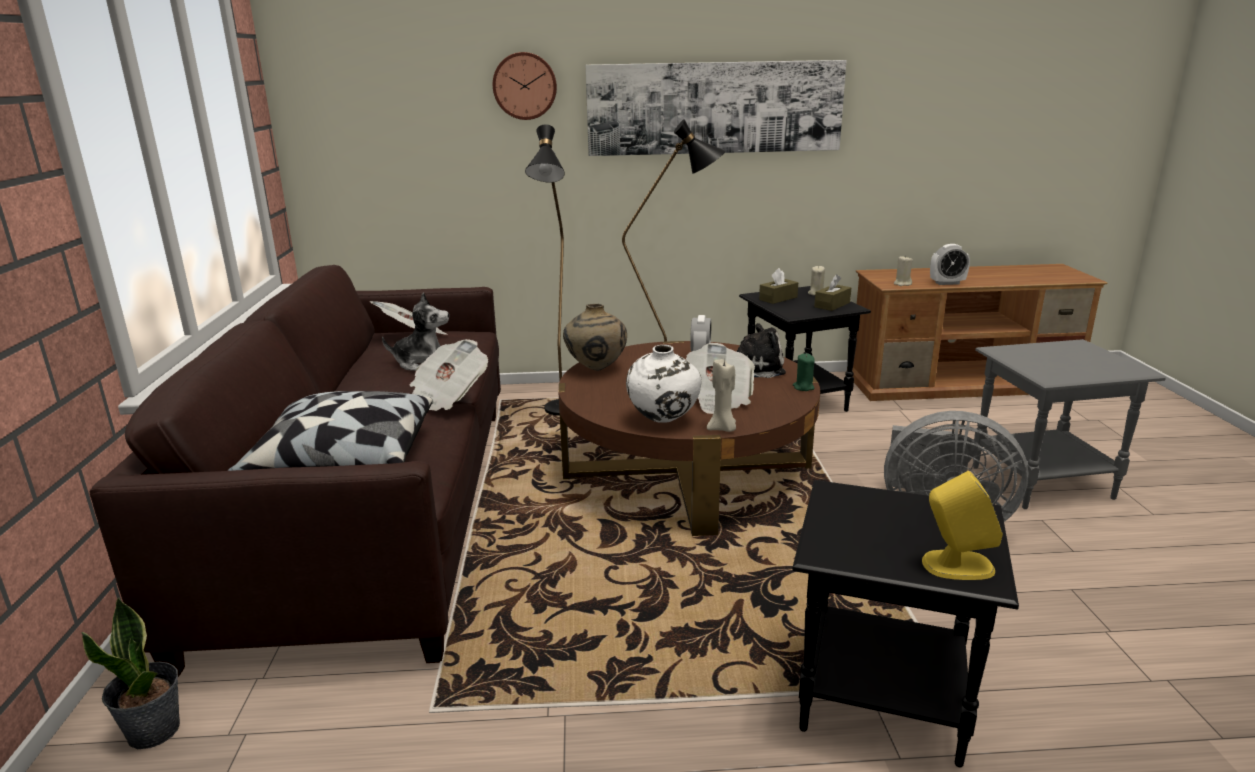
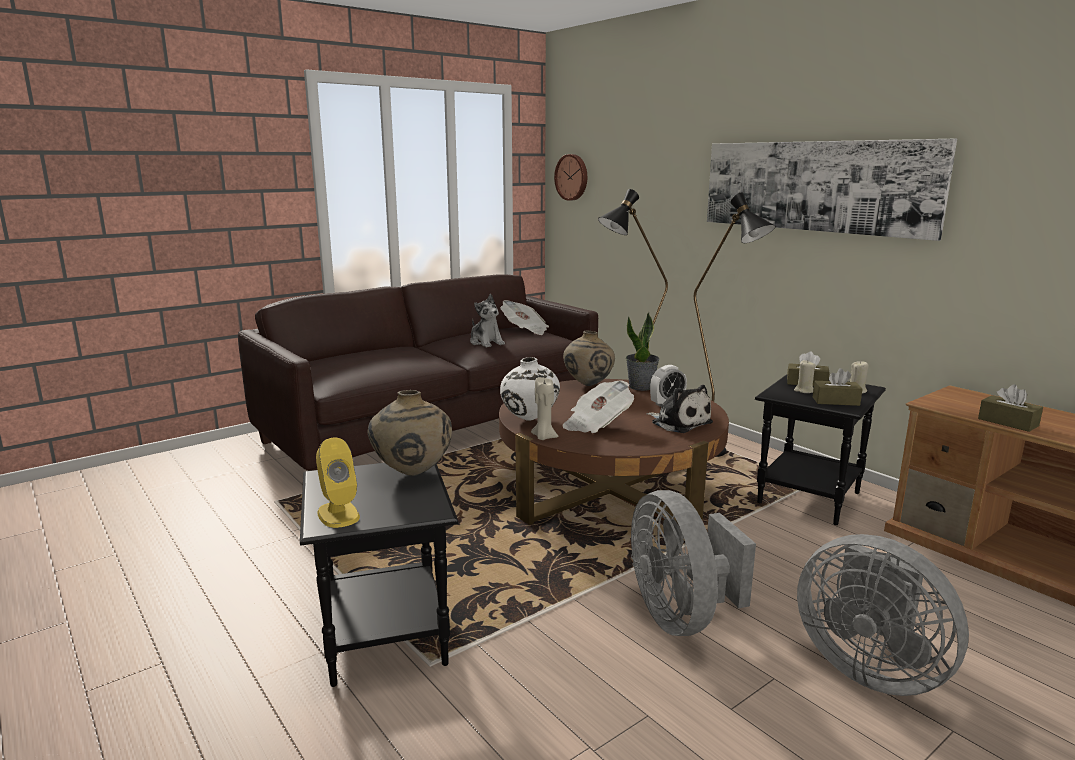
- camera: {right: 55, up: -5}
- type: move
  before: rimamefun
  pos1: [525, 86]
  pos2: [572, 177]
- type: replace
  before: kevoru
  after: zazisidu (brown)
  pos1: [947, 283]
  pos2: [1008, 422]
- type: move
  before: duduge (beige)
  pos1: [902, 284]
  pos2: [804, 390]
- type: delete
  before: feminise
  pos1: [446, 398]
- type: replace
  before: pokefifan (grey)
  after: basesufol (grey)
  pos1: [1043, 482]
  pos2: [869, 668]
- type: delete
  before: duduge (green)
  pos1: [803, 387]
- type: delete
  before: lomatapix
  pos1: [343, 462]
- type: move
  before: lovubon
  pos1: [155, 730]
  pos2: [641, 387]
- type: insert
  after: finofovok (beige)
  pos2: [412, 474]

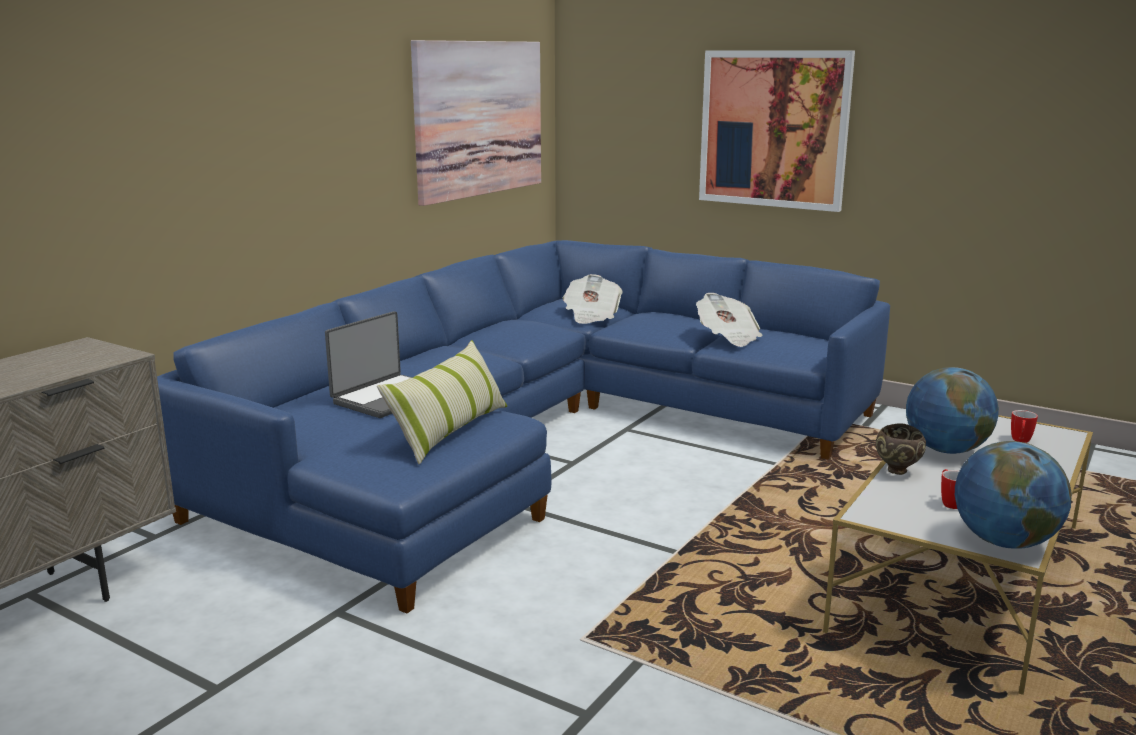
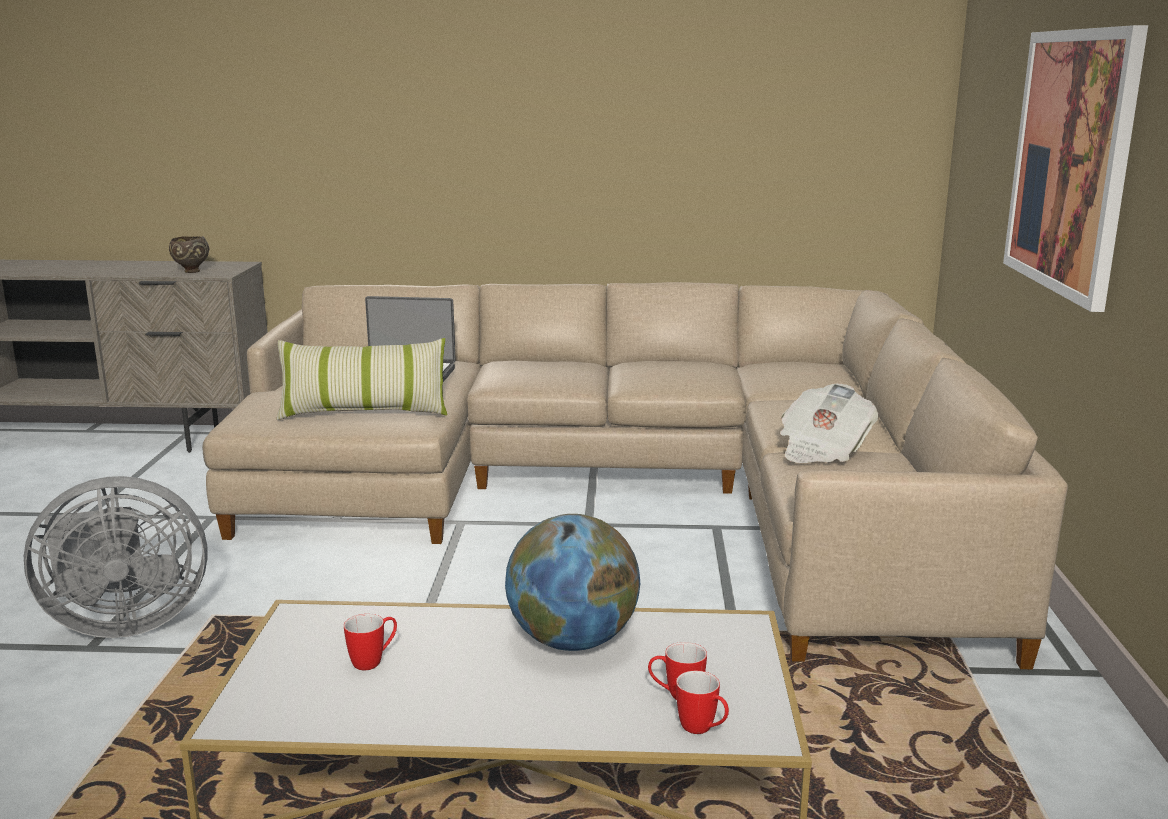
- camera: {right: 60, up: 0}
- type: delete
  before: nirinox
  pos1: [479, 118]
- type: recolor
  before: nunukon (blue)
  after: nunukon (beige)
  pos1: [536, 439]
  pos2: [625, 495]
- type: delete
  before: feminise
  pos1: [591, 316]
- type: move
  before: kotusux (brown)
  pos1: [897, 471]
  pos2: [191, 271]
- type: delete
  before: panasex
  pos1: [1004, 542]
- type: insert
  after: basesufol (grey)
  pos2: [123, 623]
- type: insert
  after: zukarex
  pos2: [703, 730]

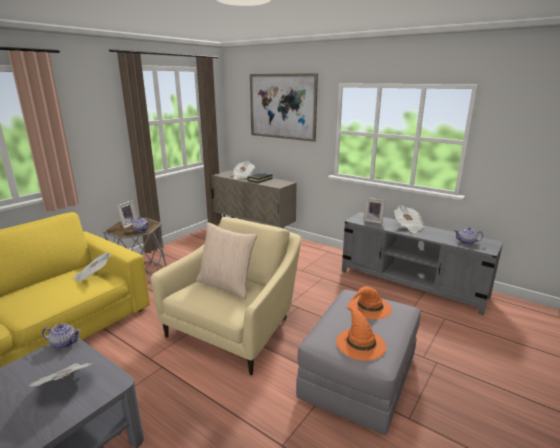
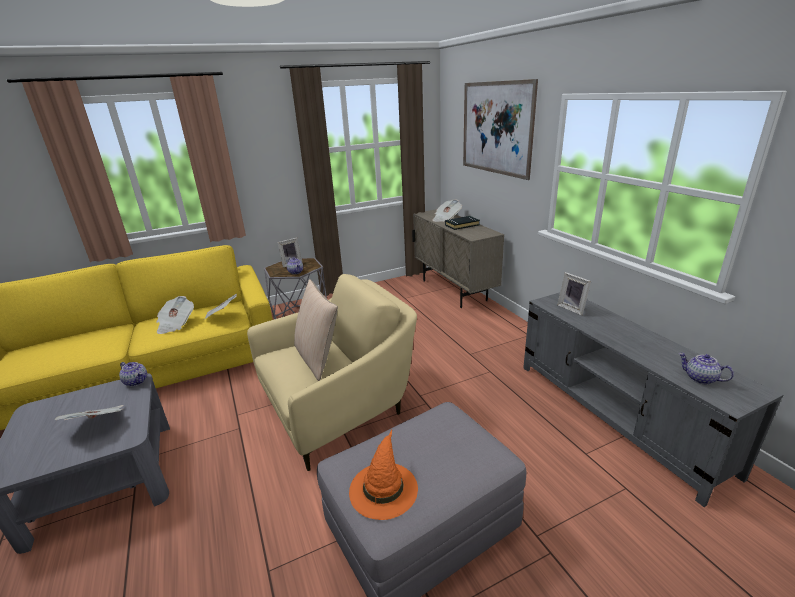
- camera: {right: 30, up: 5}
- type: move
  before: feminise
  pos1: [408, 227]
  pos2: [176, 324]
- type: delete
  before: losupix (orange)
  pos1: [369, 307]

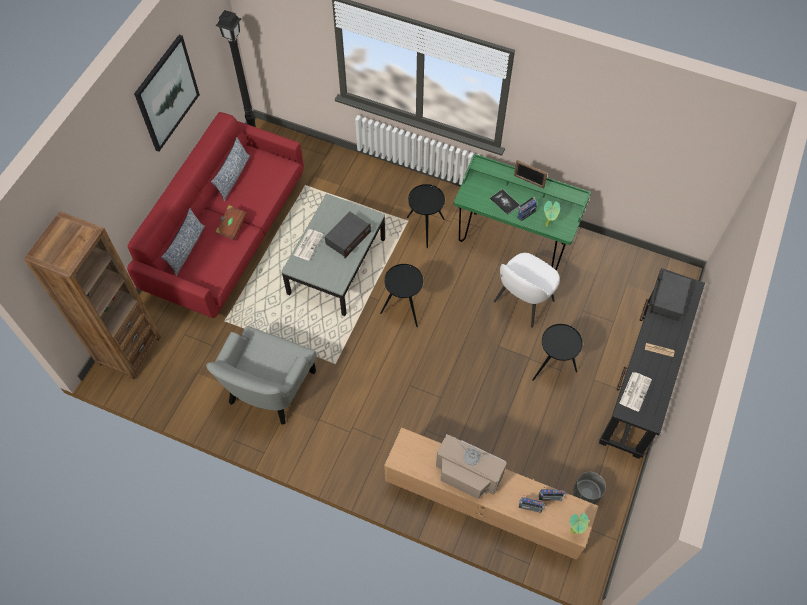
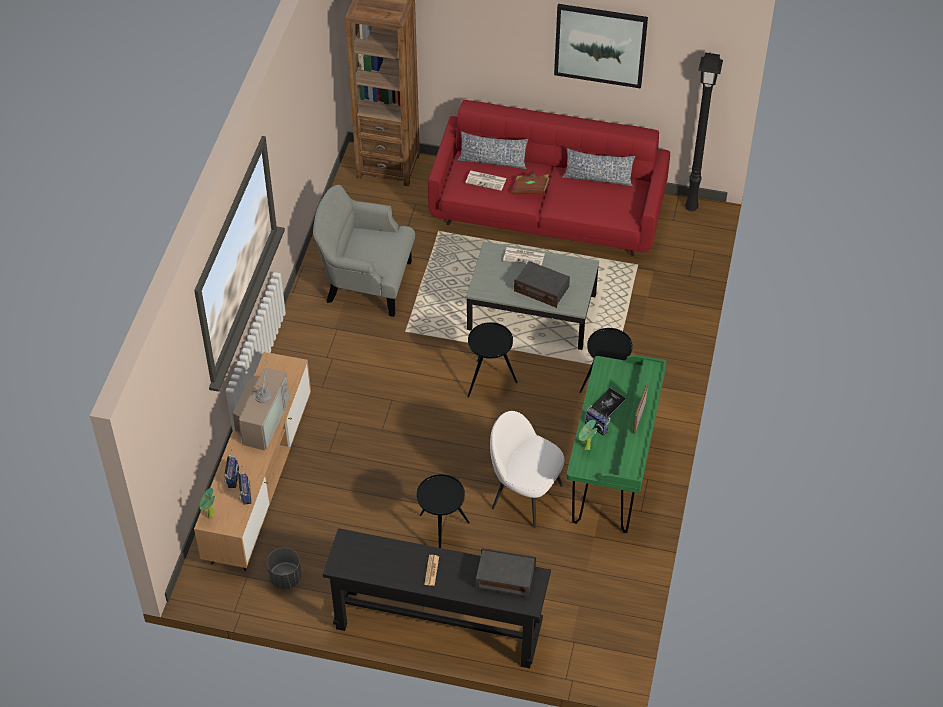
- camera: {right: 80, up: -10}
- type: move
  before: feminise
  pos1: [635, 391]
  pos2: [486, 180]

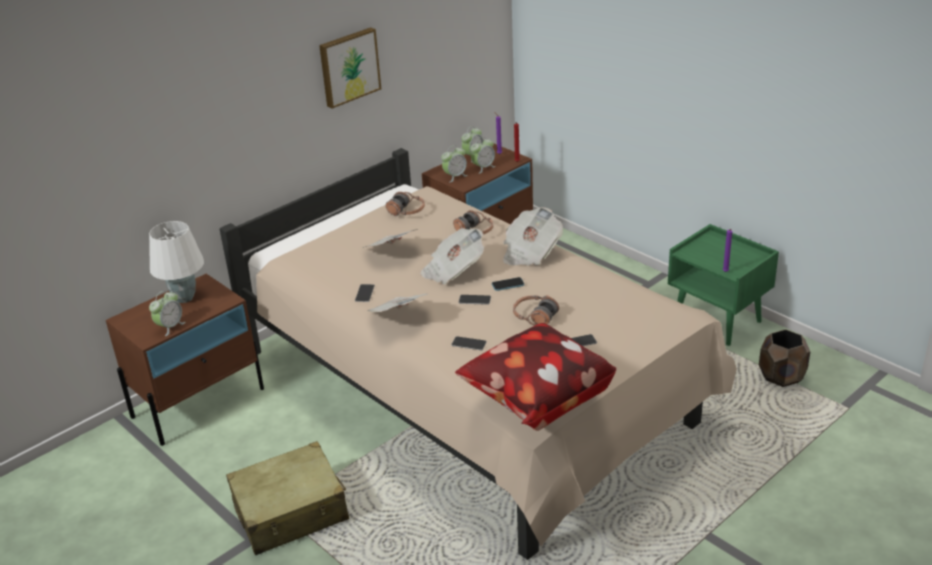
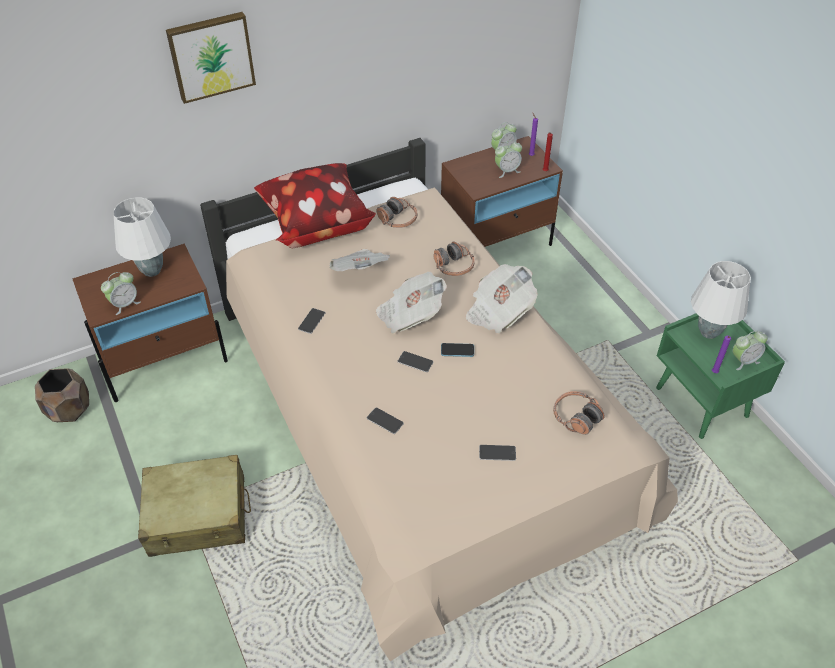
- camera: {right: 15, up: 15}
- type: move
  before: nirinox
  pos1: [348, 66]
  pos2: [211, 56]
- type: move
  before: kevoru
  pos1: [455, 176]
  pos2: [744, 361]
- type: delete
  before: feminise
  pos1: [398, 317]
- type: move
  before: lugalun
  pos1: [535, 316]
  pos2: [576, 417]
- type: move
  before: lomatapix
  pos1: [535, 400]
  pos2: [315, 224]
- type: move
  before: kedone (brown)
  pos1: [782, 376]
  pos2: [69, 410]
- type: insert
  after: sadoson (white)
  pos2: [709, 332]

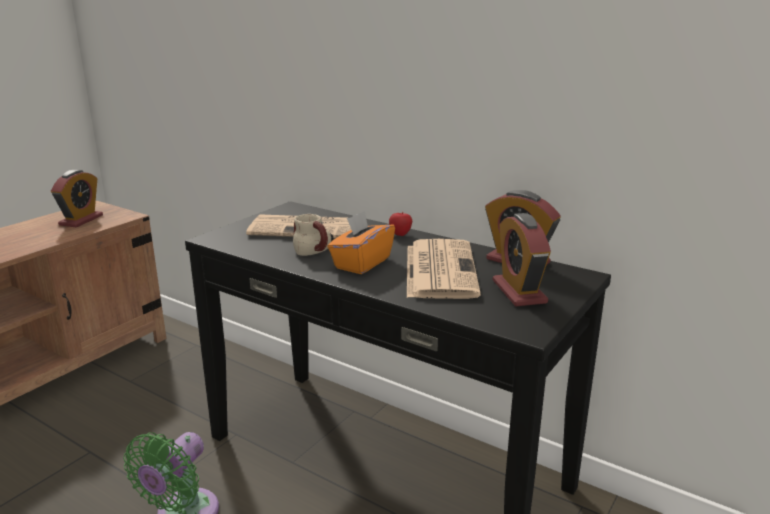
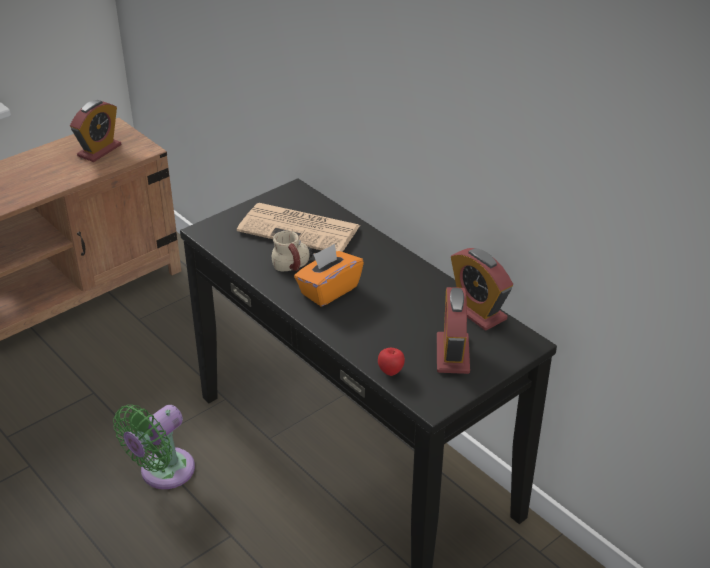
- camera: {right: 15, up: 15}
- type: move
  before: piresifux
  pos1: [400, 235]
  pos2: [391, 372]
- type: delete
  before: feminise
  pos1: [439, 269]

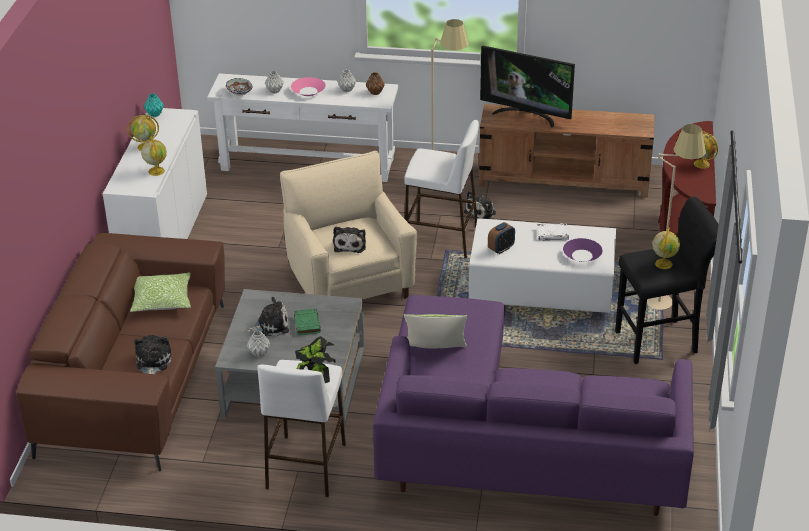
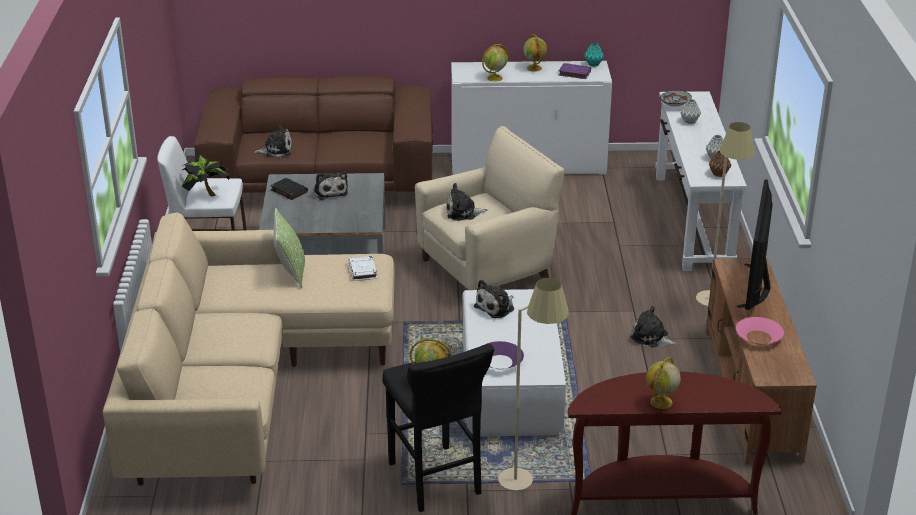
- camera: {right: 80, up: -5}
- type: move
  before: kotusux (pink)
  pos1: [308, 91]
  pos2: [758, 337]
- type: delete
  before: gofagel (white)
  pos1: [442, 239]
- type: replace
  before: kevoru
  after: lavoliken
  pos1: [501, 249]
  pos2: [496, 307]
- type: move
  before: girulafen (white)
  pos1: [553, 234]
  pos2: [363, 271]
- type: delete
  before: lomatapix
  pos1: [162, 300]
- type: recolor
  before: nunukon (purple)
  after: nunukon (beige)
  pos1: [512, 447]
  pos2: [242, 386]
- type: delete
  before: girulafen (green)
  pos1: [307, 324]
- type: replace
  before: finofovok (grey)
  after: girulafen (black)
  pos1: [259, 353]
  pos2: [288, 191]
- type: insert
  after: girulafen (purple)
  pos2: [574, 73]

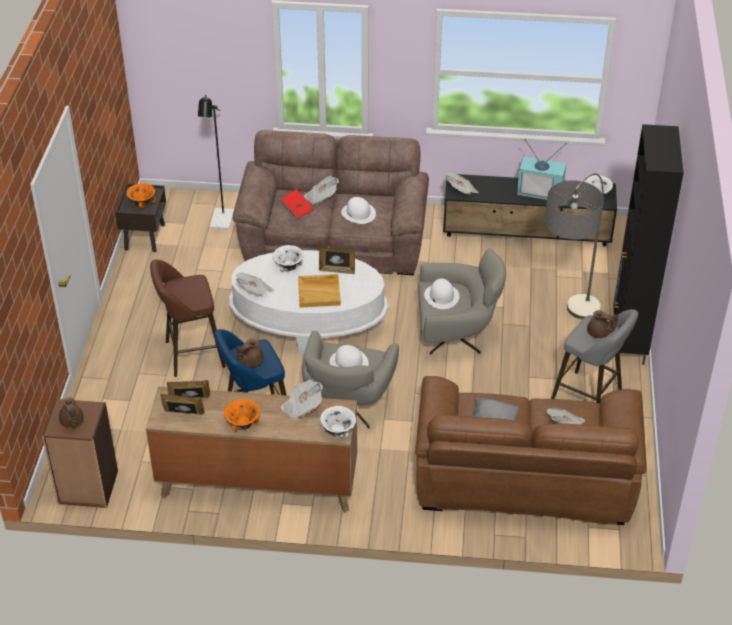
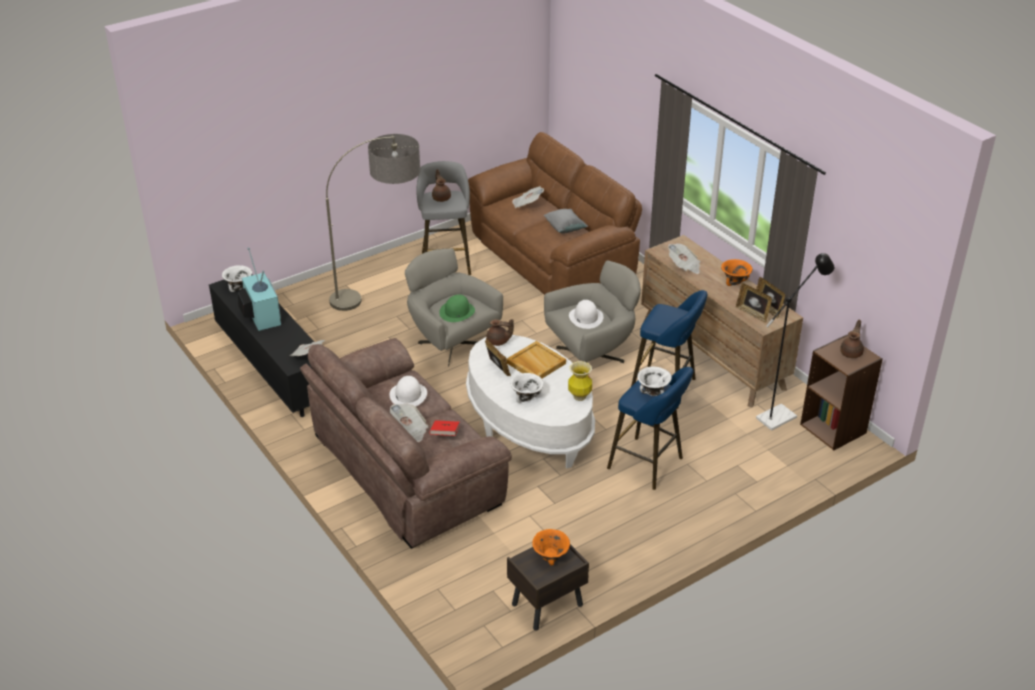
- camera: {right: -130, up: -5}
- type: move
  before: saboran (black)
  pos1: [221, 223]
  pos2: [781, 415]
- type: delete
  before: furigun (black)
  pos1: [628, 341]
- type: recolor
  before: gofagel (brown)
  after: gofagel (blue)
  pos1: [191, 355]
  pos2: [649, 465]
- type: replace
  before: feminise
  after: finofovok
  pos1: [255, 291]
  pos2: [579, 396]
- type: recolor
  before: losupix (white)
  after: losupix (green)
  pos1: [441, 296]
  pos2: [457, 312]
- type: move
  before: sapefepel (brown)
  pos1: [250, 362]
  pos2: [498, 342]
- type: move
  before: kotusux (white)
  pos1: [337, 431]
  pos2: [653, 391]

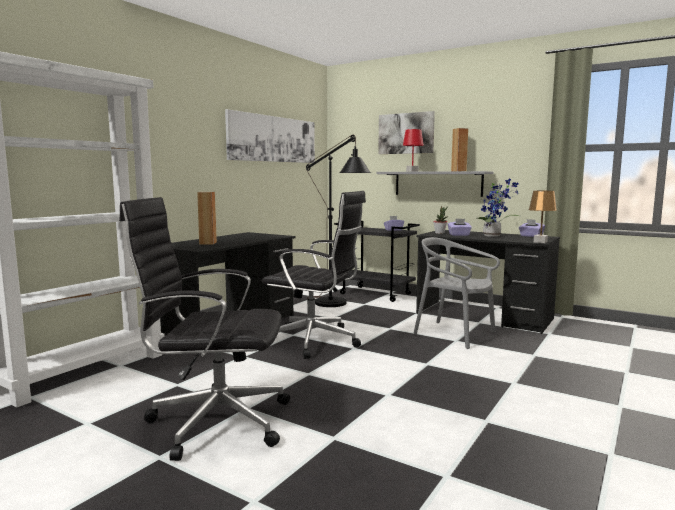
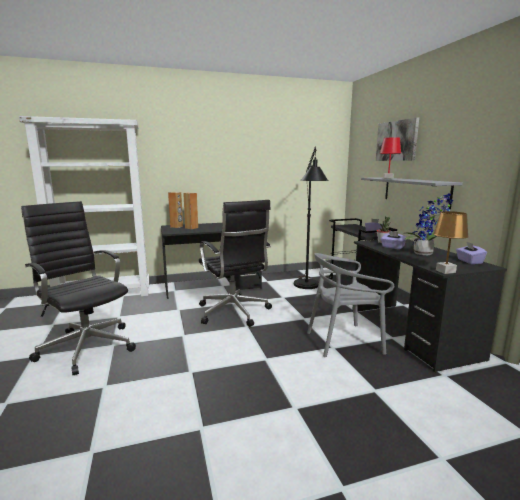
- camera: {right: 40, up: 5}
- type: delete
  before: nirinox
  pos1: [273, 139]
- type: move
  before: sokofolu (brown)
  pos1: [459, 171]
  pos2: [176, 226]
- type: rotate
  before: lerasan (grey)
  pos1: [454, 334]
  pos2: [344, 341]
  turn: -90

